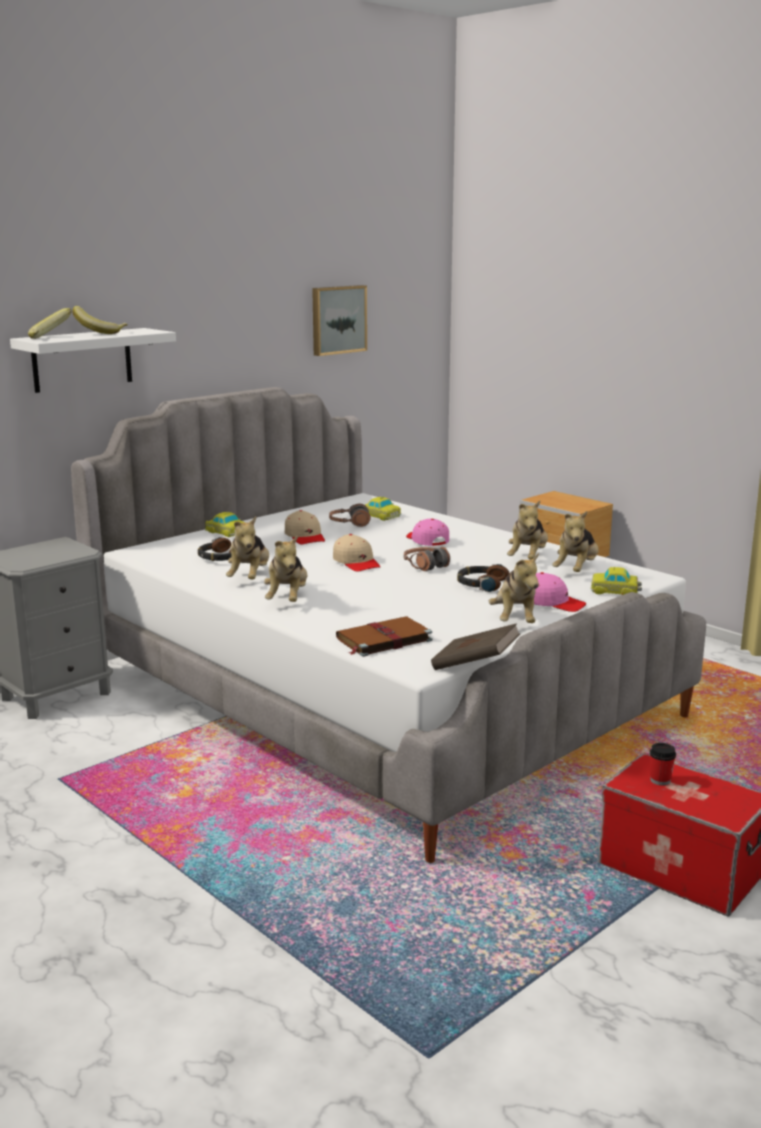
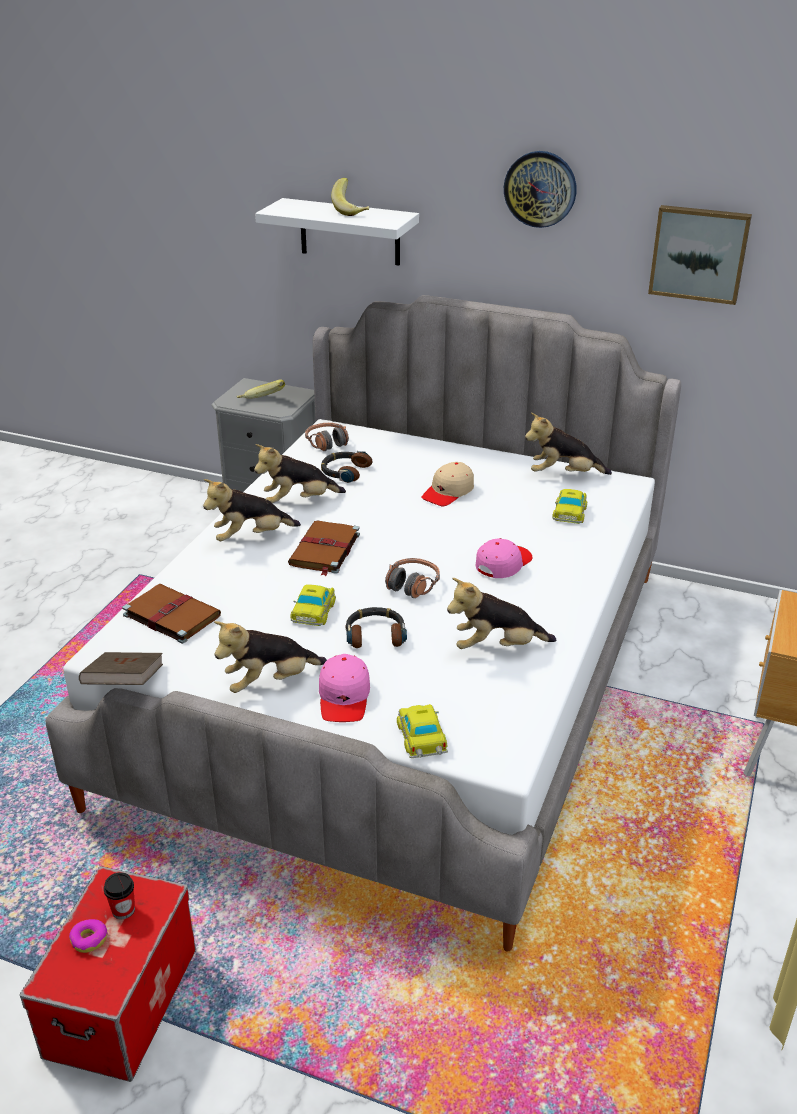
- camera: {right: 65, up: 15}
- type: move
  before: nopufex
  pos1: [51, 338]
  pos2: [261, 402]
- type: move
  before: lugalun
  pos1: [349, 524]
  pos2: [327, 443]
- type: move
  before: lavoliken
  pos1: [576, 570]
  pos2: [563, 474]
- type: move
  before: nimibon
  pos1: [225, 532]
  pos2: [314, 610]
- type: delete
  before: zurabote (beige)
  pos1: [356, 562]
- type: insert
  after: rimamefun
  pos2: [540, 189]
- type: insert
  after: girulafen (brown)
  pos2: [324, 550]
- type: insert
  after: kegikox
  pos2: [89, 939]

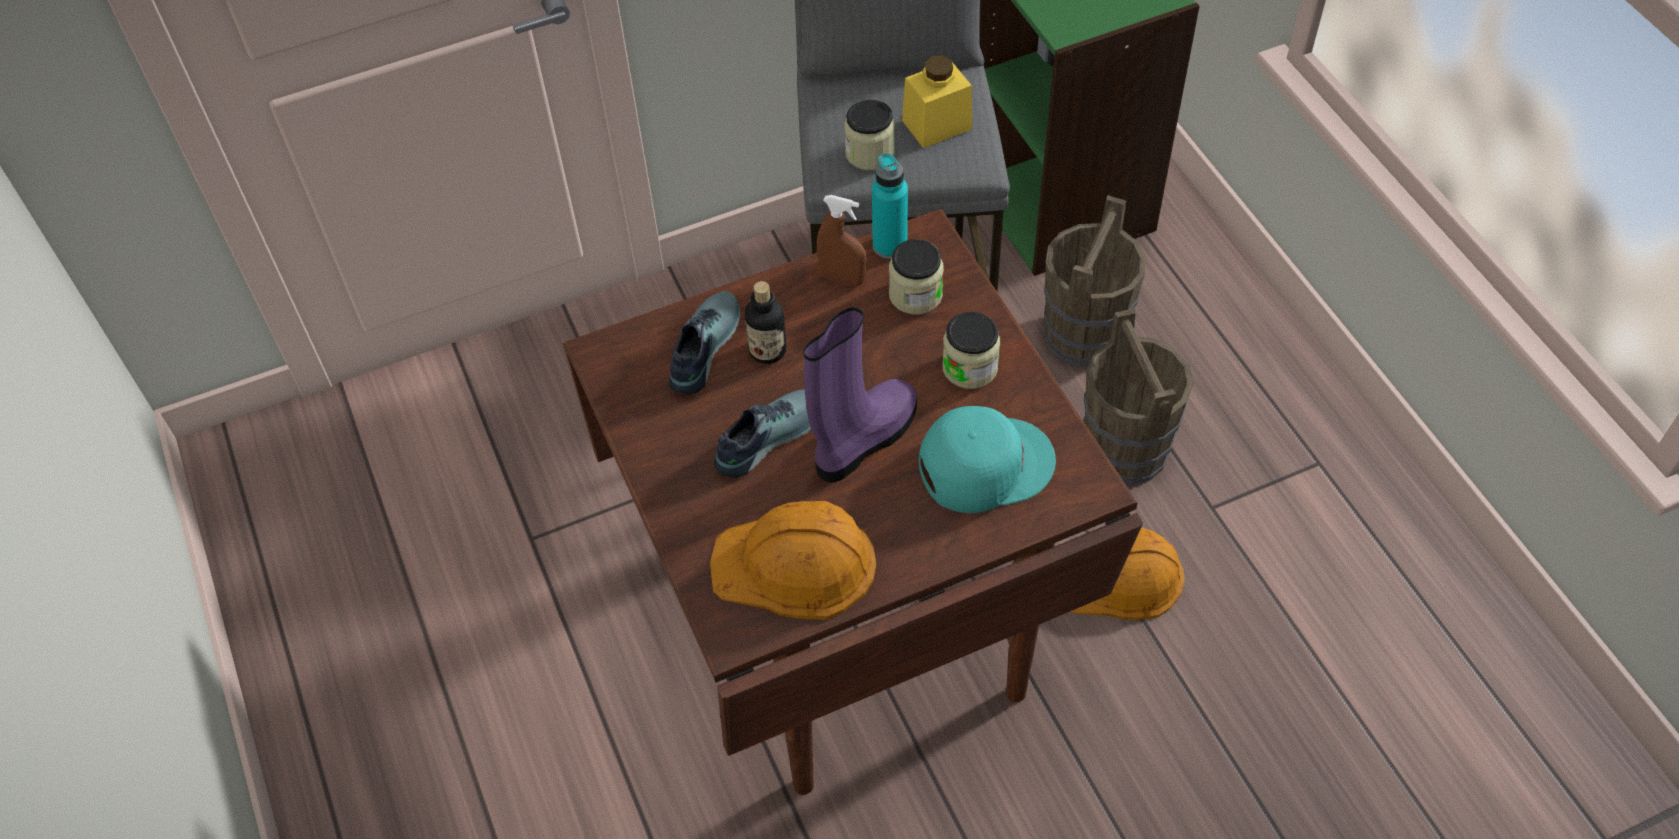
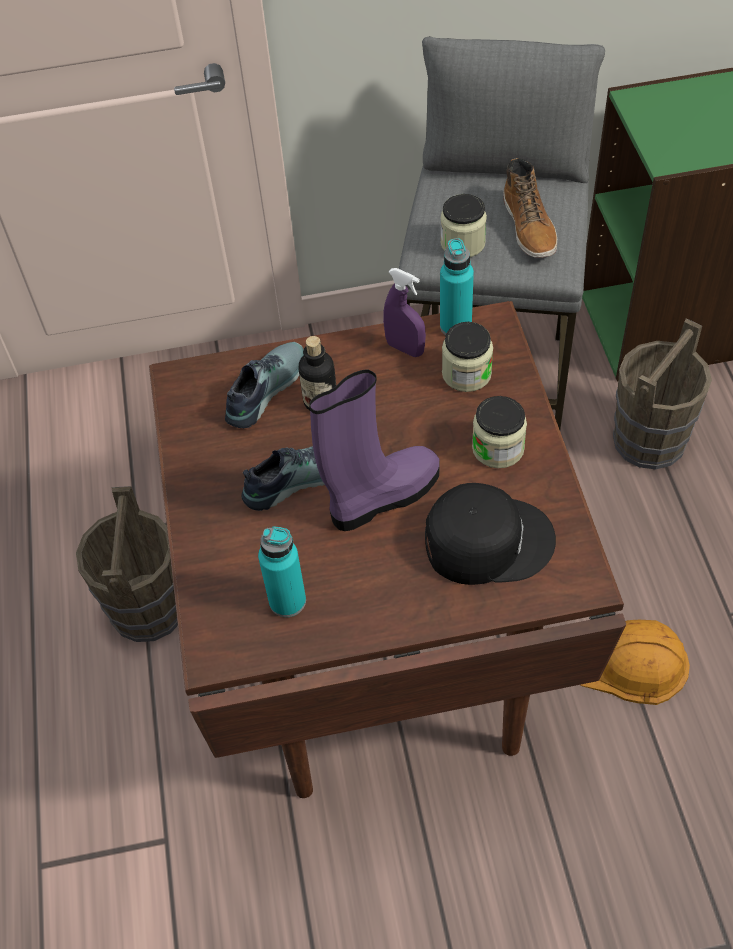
- camera: {right: 15, up: 0}
- type: replace
  before: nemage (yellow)
  after: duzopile
  pos1: [937, 124]
  pos2: [529, 227]
- type: recolor
  before: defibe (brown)
  after: defibe (purple)
  pos1: [842, 278]
  pos2: [405, 348]
- type: move
  before: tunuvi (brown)
  pos1: [1125, 448]
  pos2: [148, 606]
- type: recolor
  before: zurabote (turquoise)
  after: zurabote (black)
  pos1: [984, 463]
  pos2: [487, 539]
- type: replace
  before: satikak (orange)
  after: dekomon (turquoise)
  pos1: [795, 565]
  pos2: [287, 601]

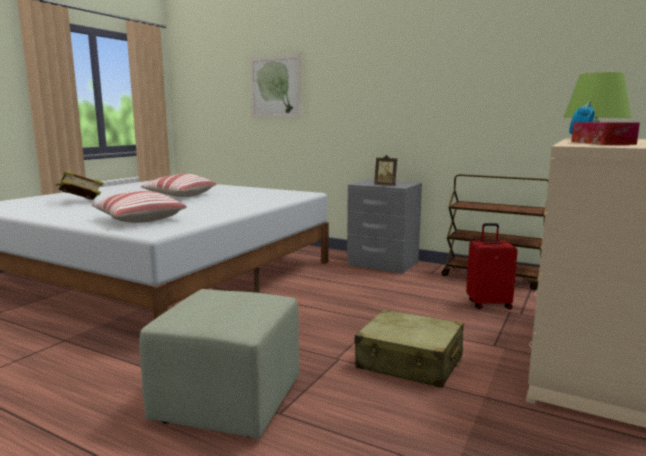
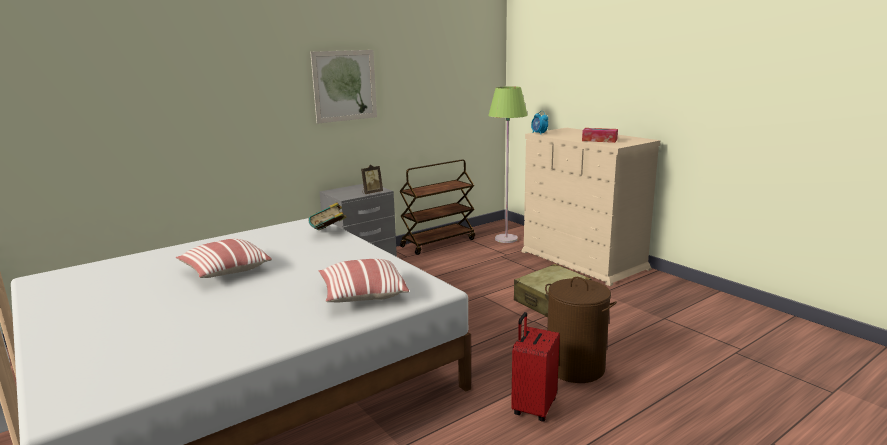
- camera: {right: -65, up: 5}
- type: move
  before: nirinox
  pos1: [275, 87]
  pos2: [344, 86]
- type: move
  before: girulafen
  pos1: [81, 202]
  pos2: [329, 233]
- type: move
  before: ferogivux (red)
  pos1: [488, 304]
  pos2: [533, 407]
- type: replace
  before: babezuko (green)
  after: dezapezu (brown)
  pos1: [228, 403]
  pos2: [575, 367]

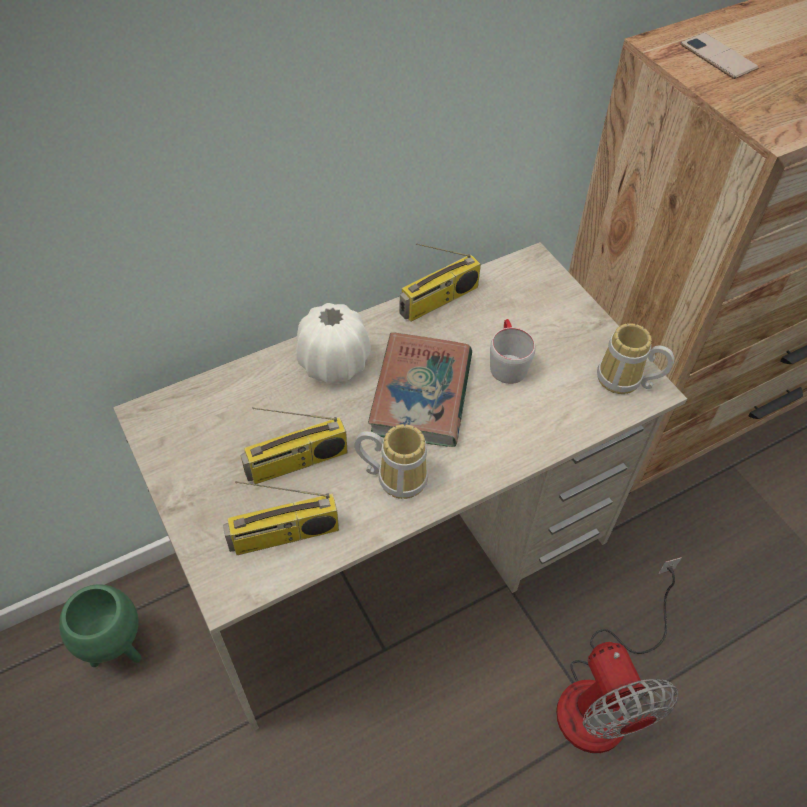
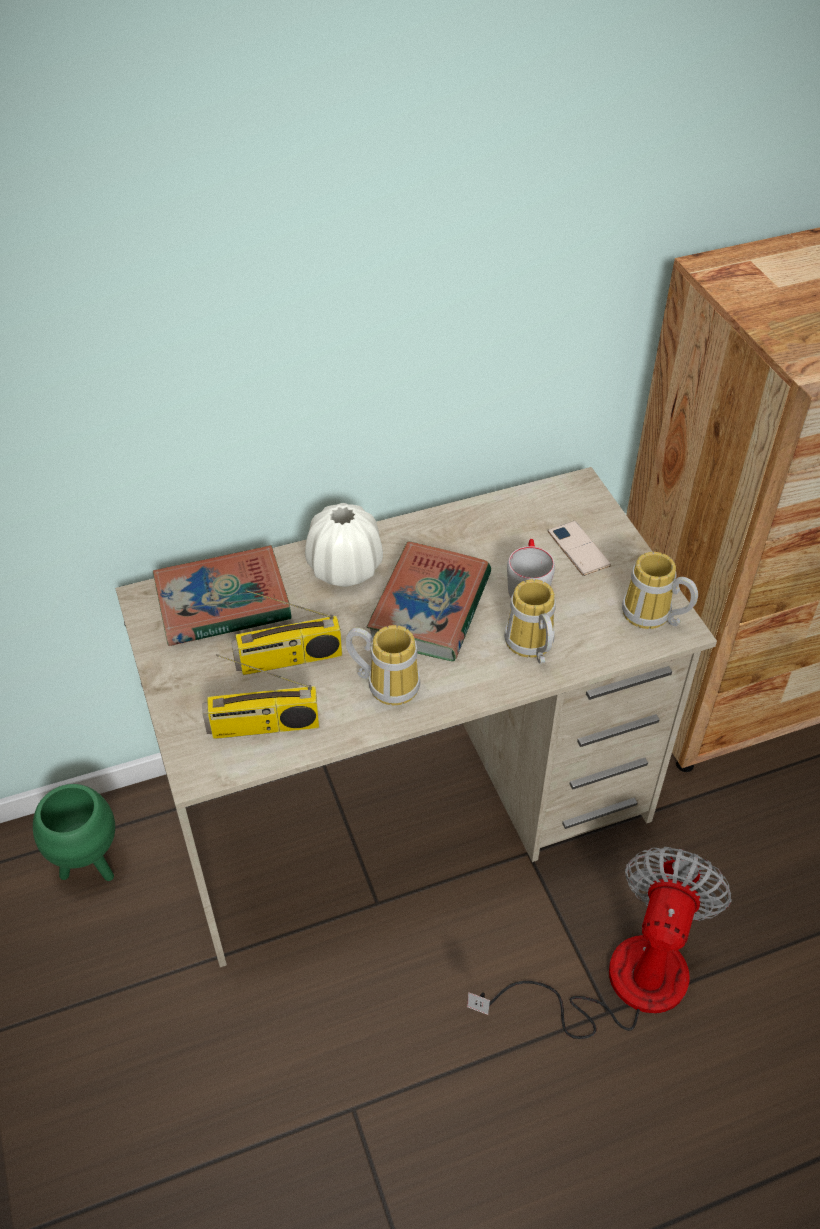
- camera: {right: 10, up: -5}
- type: move
  before: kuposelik
  pos1: [718, 57]
  pos2: [578, 548]
- type: delete
  before: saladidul
  pos1: [439, 301]
- type: rotate
  before: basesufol
  pos1: [604, 693]
  pos2: [618, 983]
  turn: -150
- type: insert
  after: girulafen
  pos2: [222, 603]
- type: insert
  after: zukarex
  pos2: [528, 647]

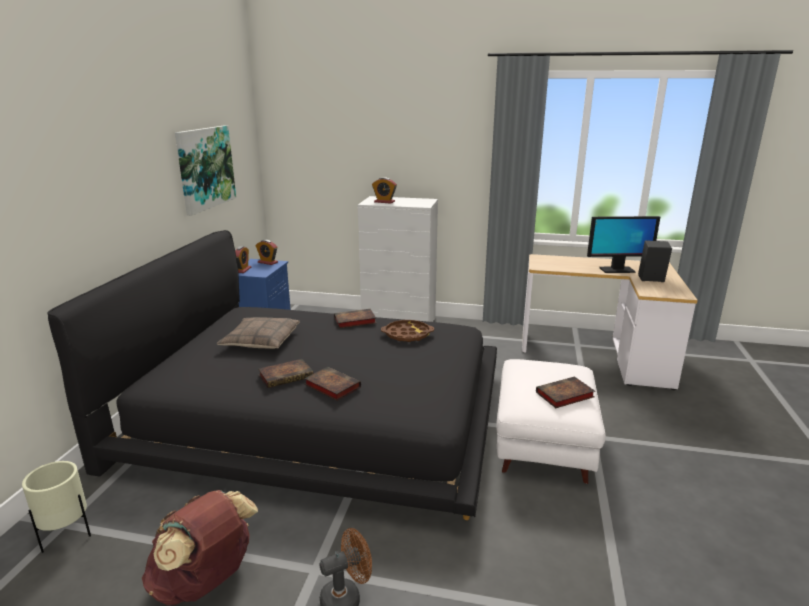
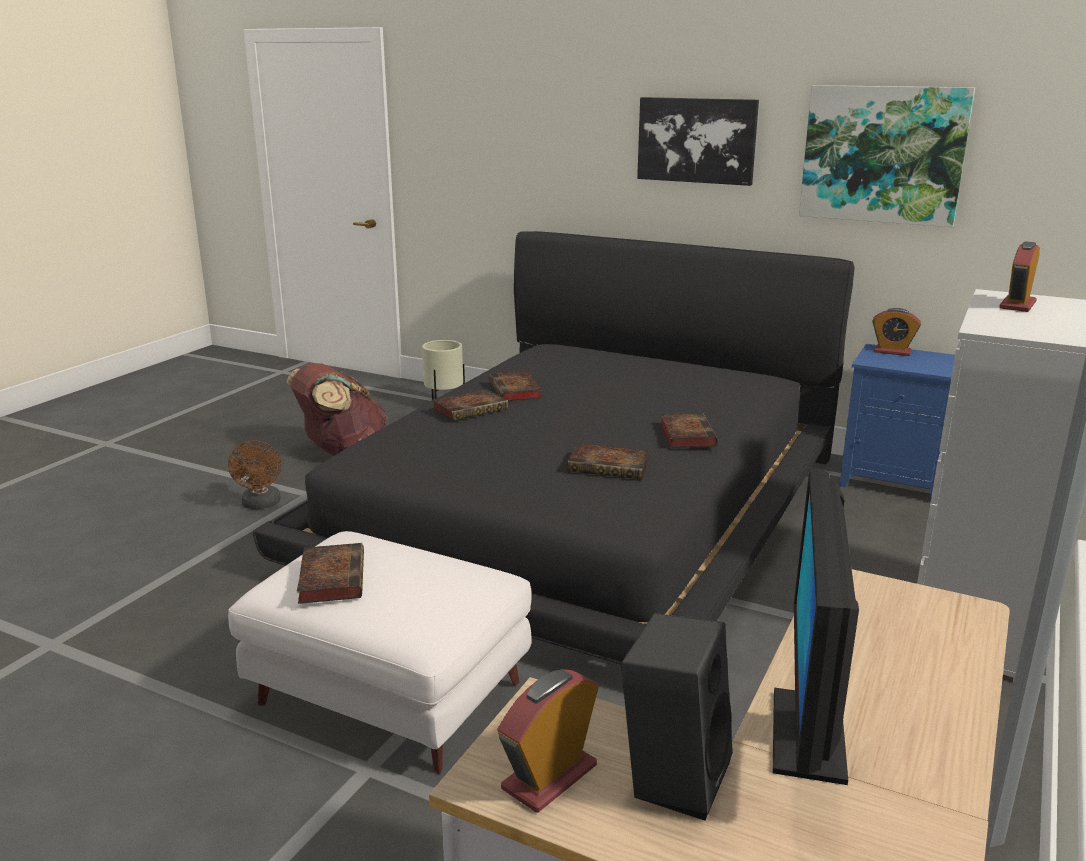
- camera: {right: 105, up: 0}
- type: move
  before: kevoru
  pos1: [267, 262]
  pos2: [549, 777]
- type: delete
  before: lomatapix
  pos1: [261, 340]
- type: replace
  before: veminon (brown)
  after: girulafen
  pos1: [407, 335]
  pos2: [610, 466]
- type: insert
  after: nirinox
  pos2: [696, 140]

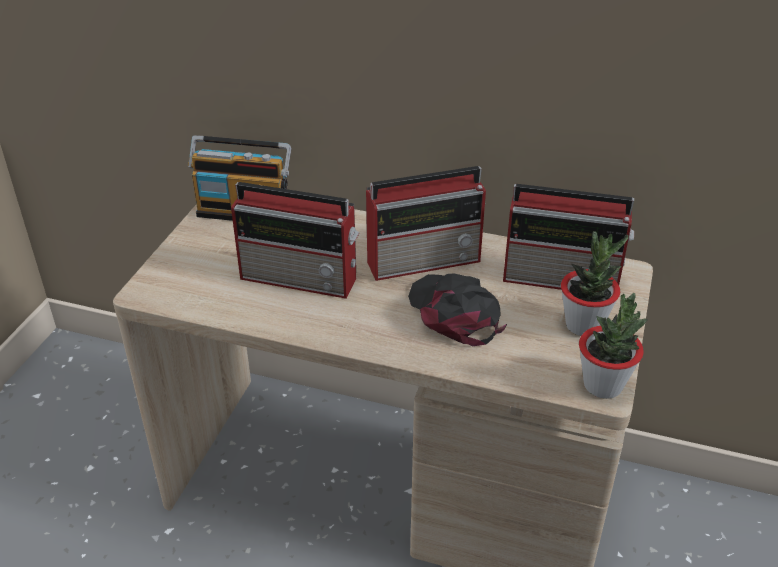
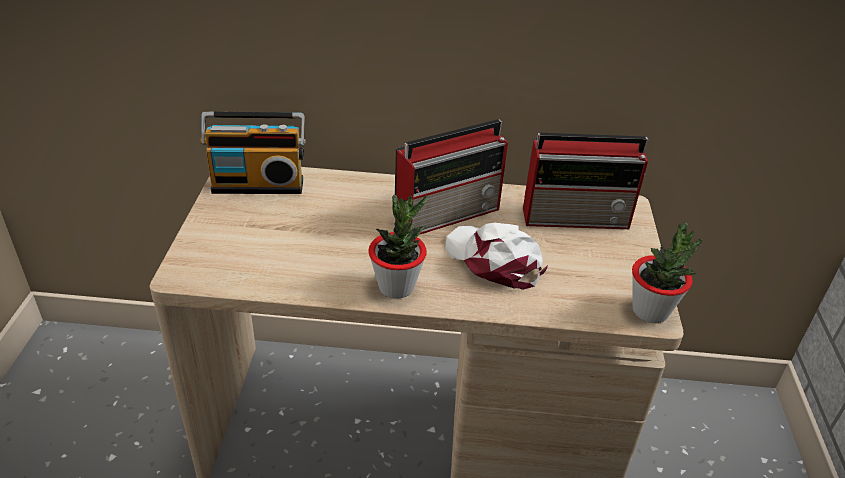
- camera: {right: -15, up: 0}
- type: delete
  before: saladidul
  pos1: [301, 278]
- type: move
  before: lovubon
  pos1: [584, 325]
  pos2: [396, 287]
- type: recolor
  before: zurabote (black)
  after: zurabote (white)
  pos1: [455, 313]
  pos2: [494, 260]

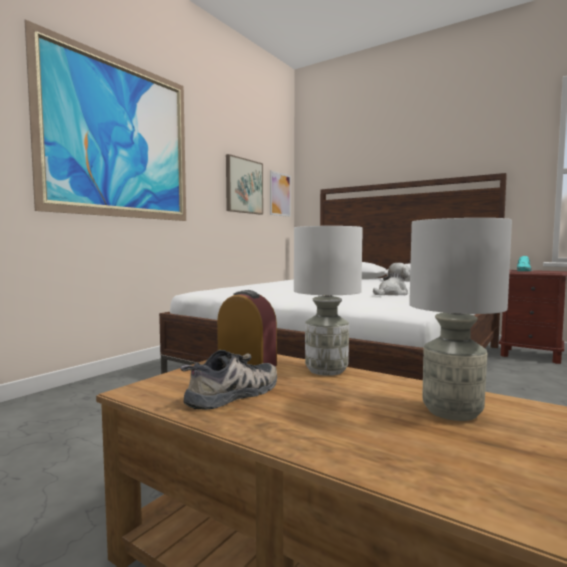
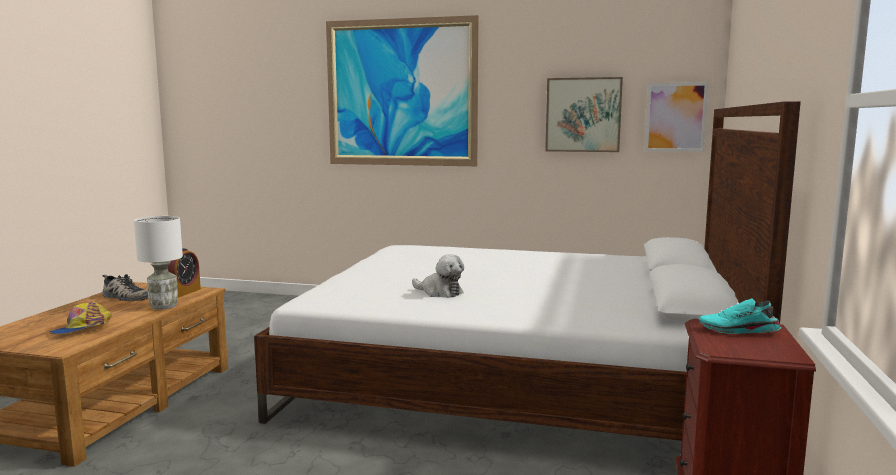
- camera: {right: 70, up: 5}
- type: replace
  before: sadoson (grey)
  after: zurabote
  pos1: [453, 411]
  pos2: [82, 329]

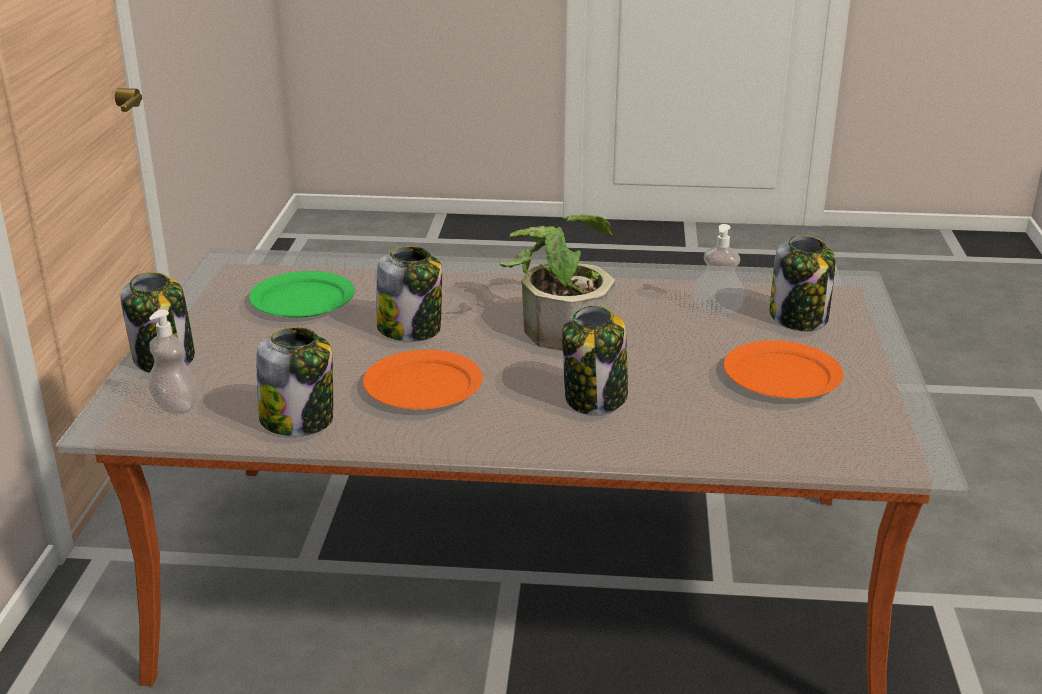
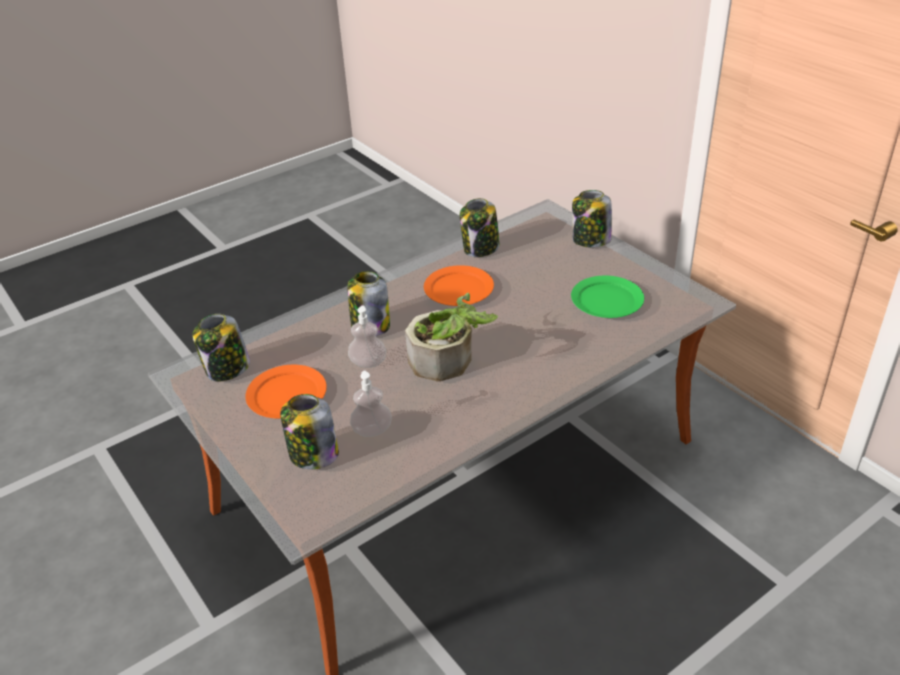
- camera: {right: 140, up: 10}
- type: move
  before: nemage
  pos1: [411, 329]
  pos2: [227, 369]
- type: move
  before: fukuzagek
  pos1: [176, 406]
  pos2: [368, 363]

